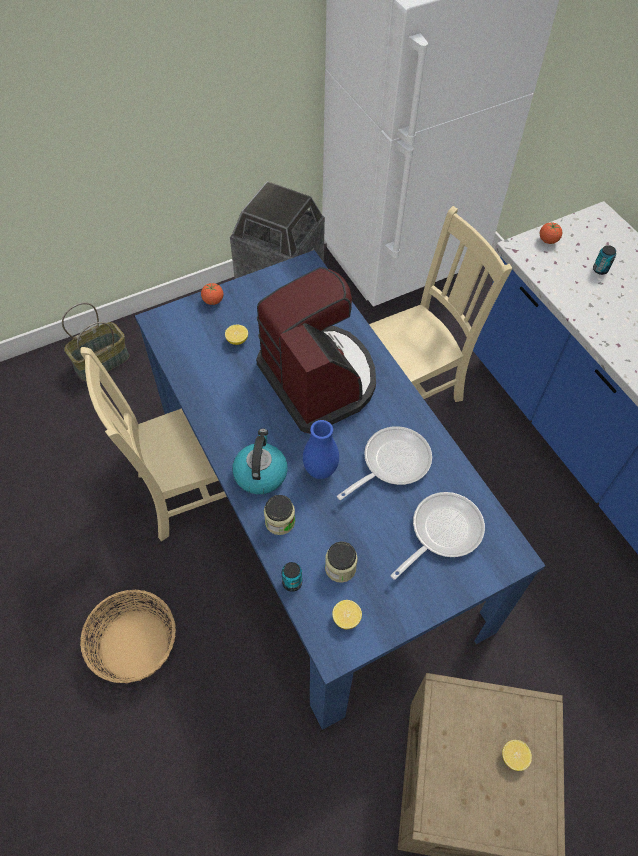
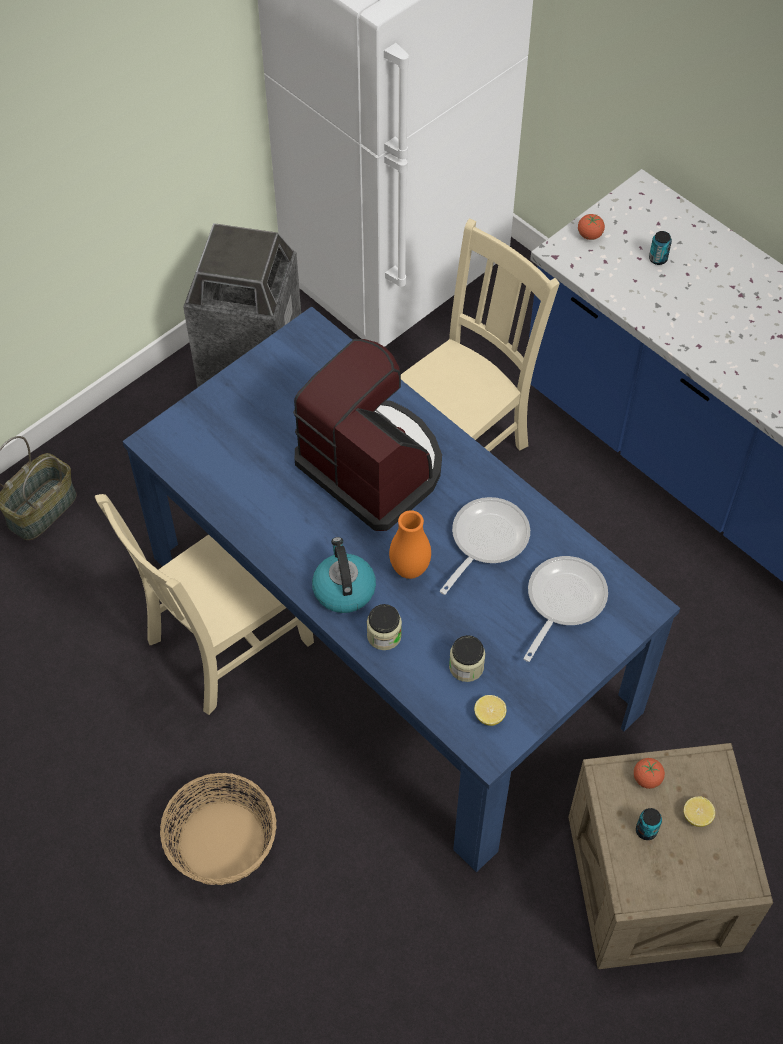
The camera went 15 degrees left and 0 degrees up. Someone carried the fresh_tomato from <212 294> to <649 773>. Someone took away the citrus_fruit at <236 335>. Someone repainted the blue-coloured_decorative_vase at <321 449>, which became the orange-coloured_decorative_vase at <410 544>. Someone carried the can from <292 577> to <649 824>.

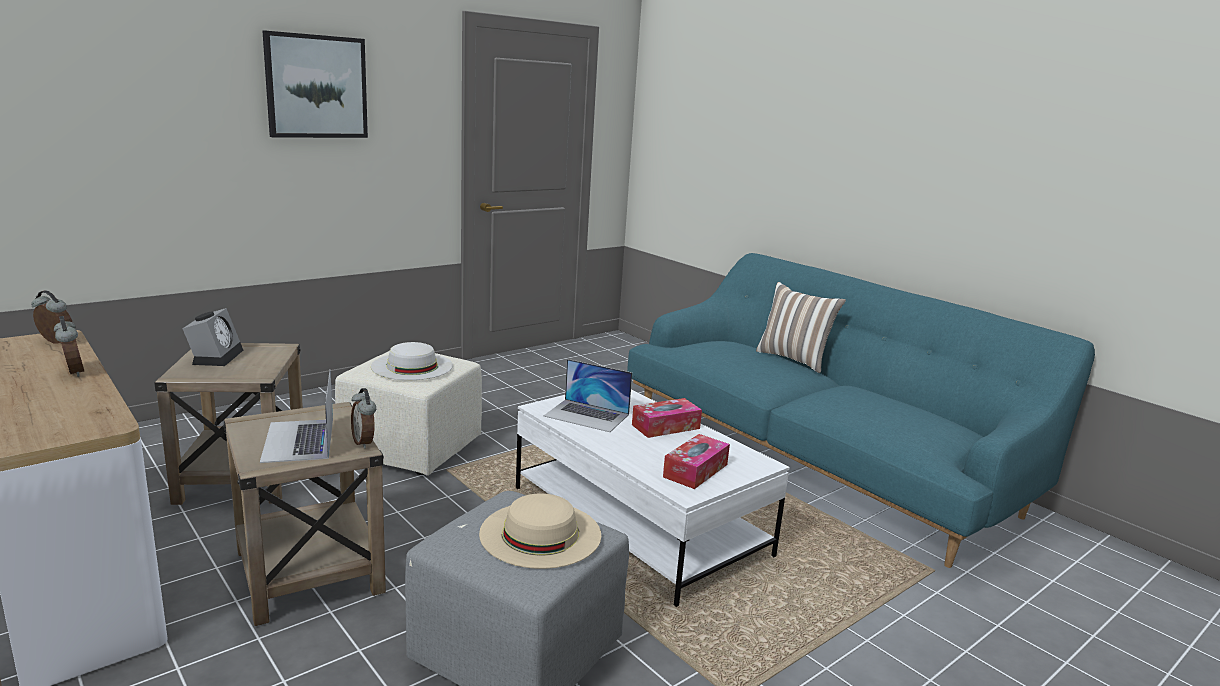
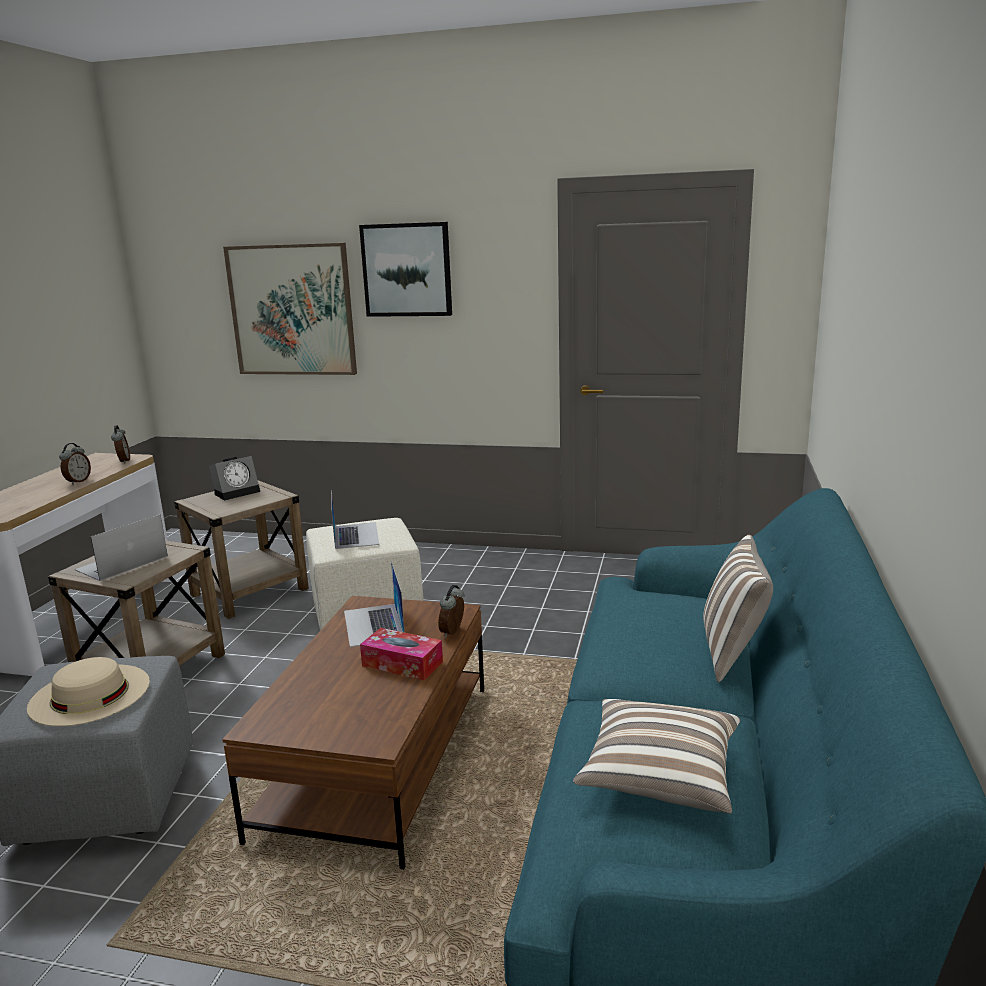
The camera went 55 degrees right and 0 degrees up. Someone swapped the whitish_wearable_hat at <412 361> for the laptop at <355 519>. Someone carried the table_clock from <363 418> to <451 611>. Someone repainted the whitish_coffee_table at <653 498>, which became the brownish_coffee_table at <353 733>. Someone took away the box_of_tissues at <696 461>. Someone put up the wall_art at <290 309>. Someone put down the throw_pillow at <656 756>.

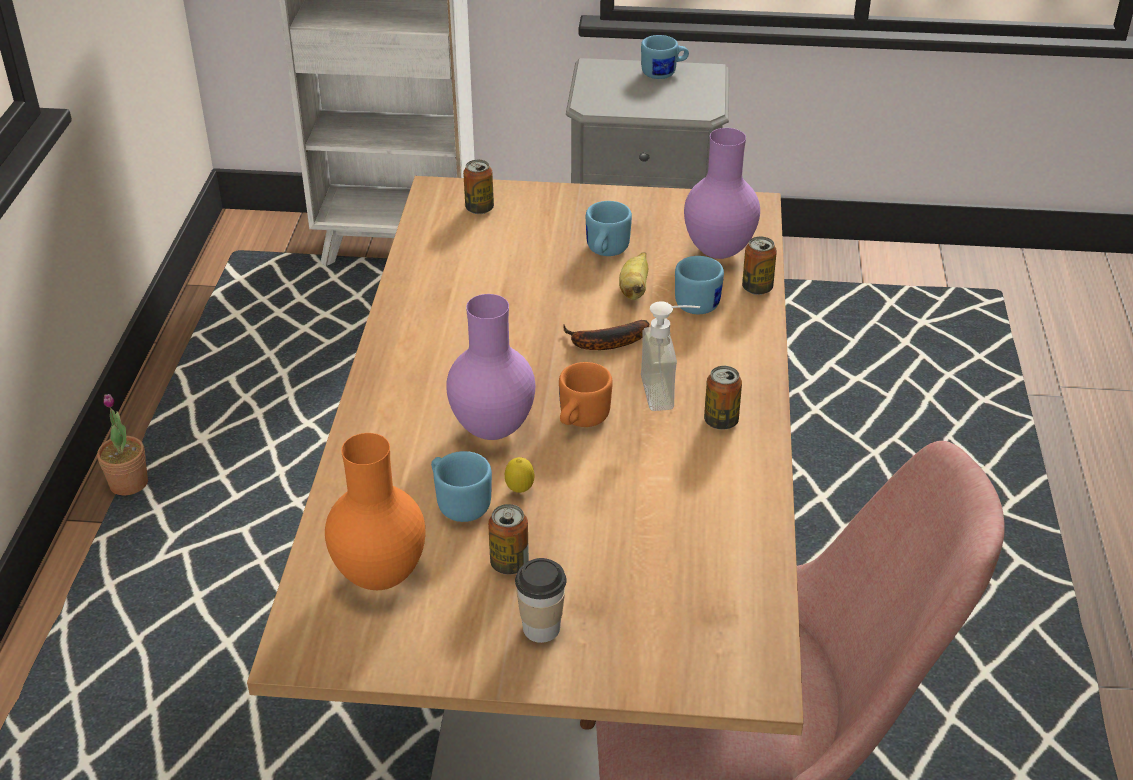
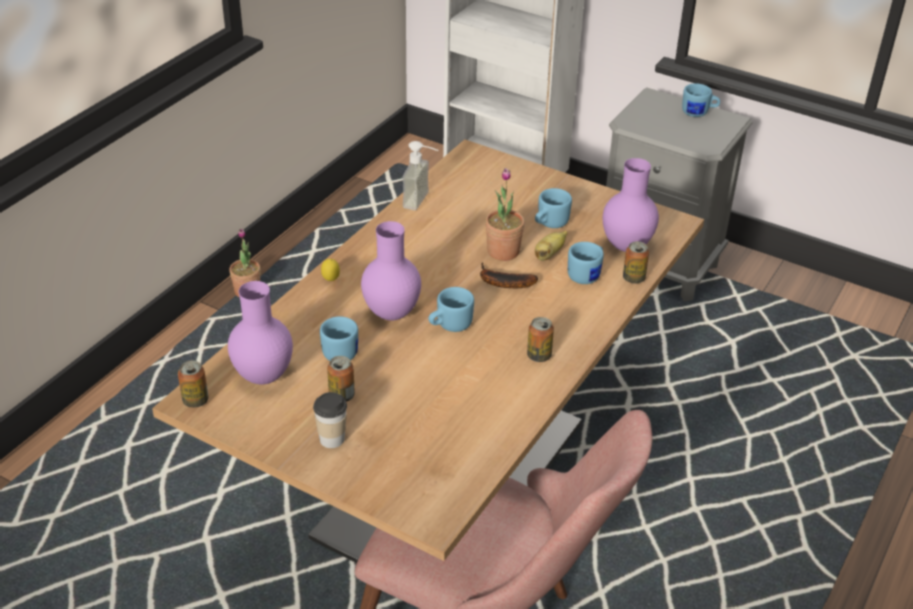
The camera went 25 degrees right and 0 degrees up. Someone carried the can from <478 187> to <193 384>. Someone carried the soap_dispenser from <670 356> to <420 175>. Someone repainted the orange-coloured_coffee_mug at <586 394>, which became the blue-coloured_coffee_mug at <451 309>. Someone repainted the orange-coloured_decorative_vase at <375 511>, which became the purplish_decorative_vase at <260 333>. Someone carried the citrus_fruit from <519 475> to <330 270>. Someone put down the houseplant at <505 214>.

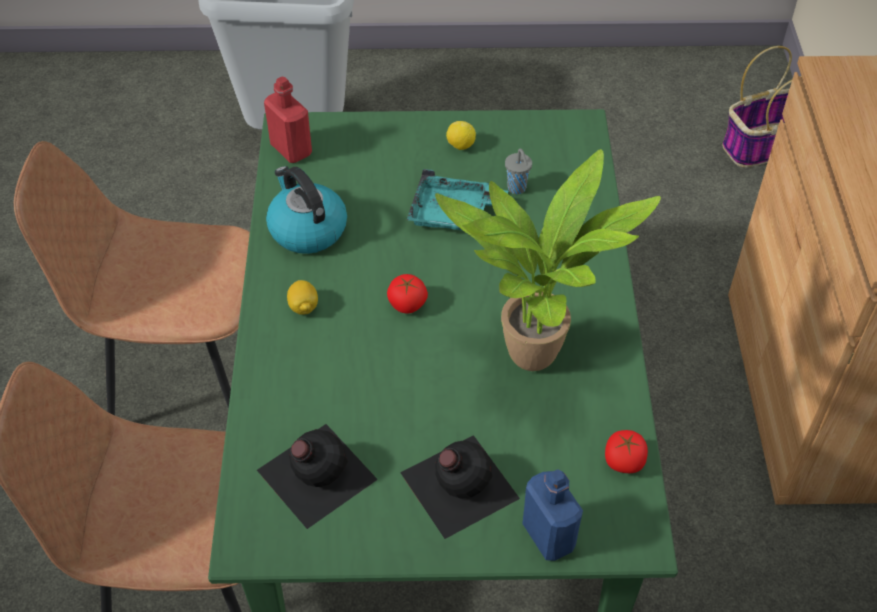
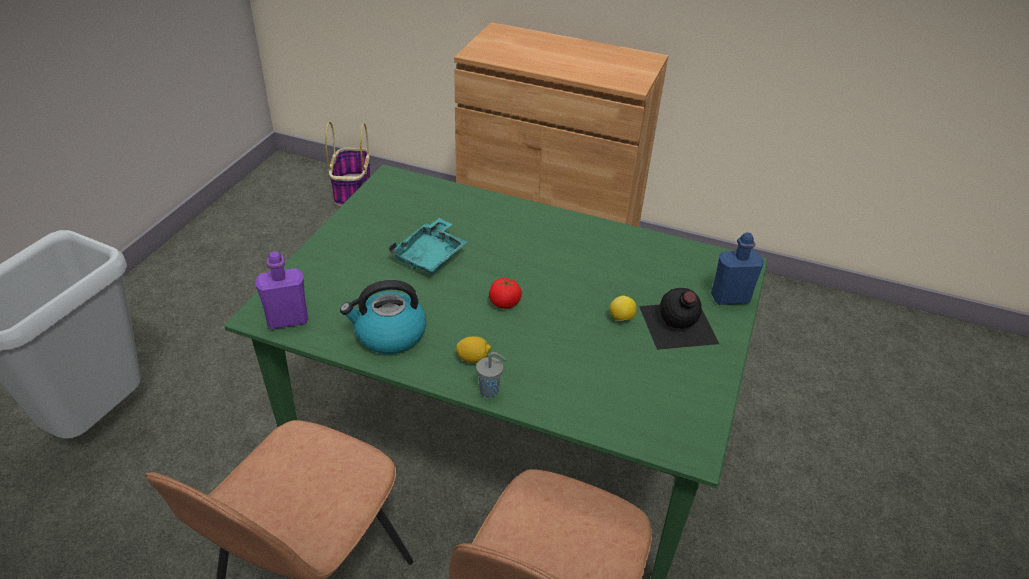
The camera went 70 degrees left and 10 degrees down. Someone repainted the reddish_bottle at <288 120>, which became the purplish_bottle at <281 290>. Someone carried the citrus_fruit from <461 135> to <623 308>. Someone took away the houseplant at <548 260>. Someone carried the grey_cup from <518 171> to <491 374>. Someone took away the black-coloured_bottle at <317 476>. Someone took away the fresh_tomato at <626 451>.

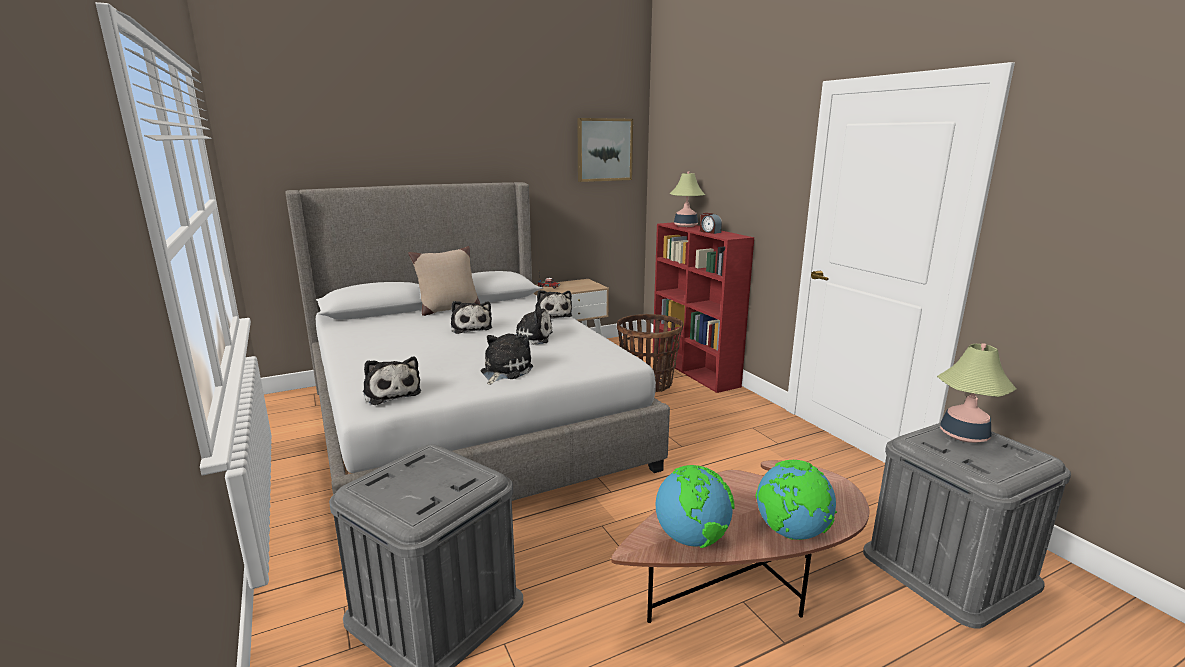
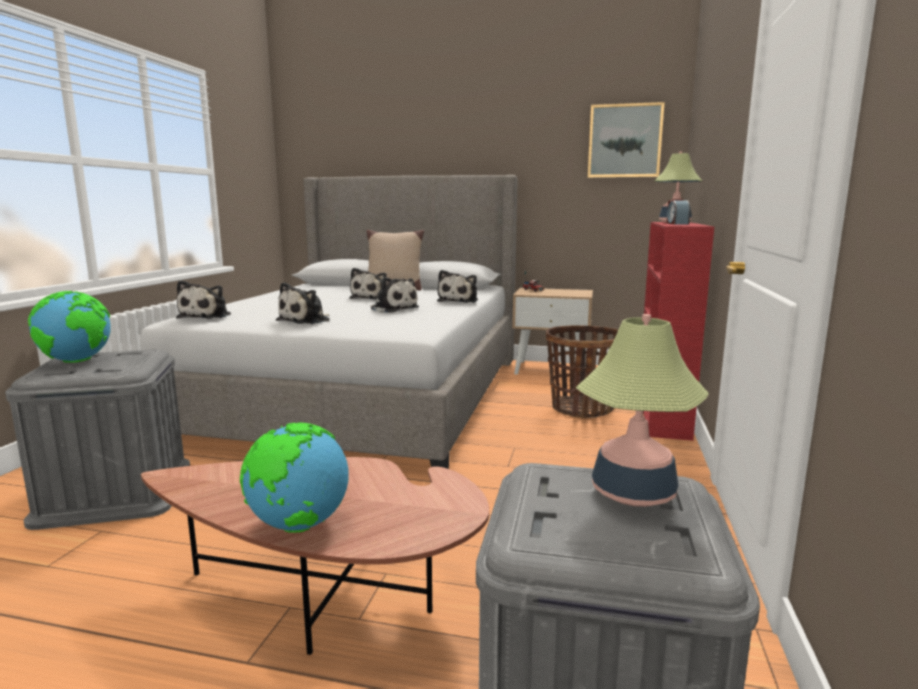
The camera went 40 degrees right and 5 degrees down. Someone rotated the cuddly_toy at <507 359> by 150 degrees clockwise. Someone carried the desk_globe from <695 506> to <69 327>.

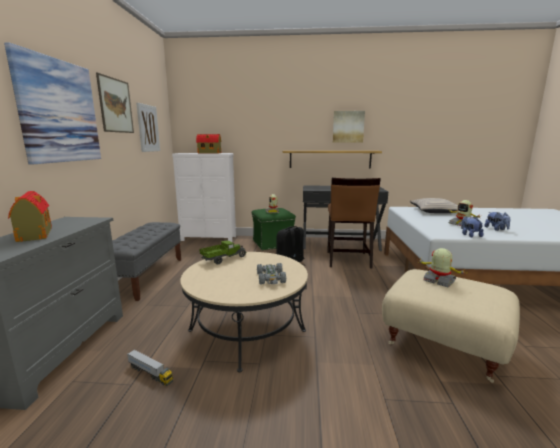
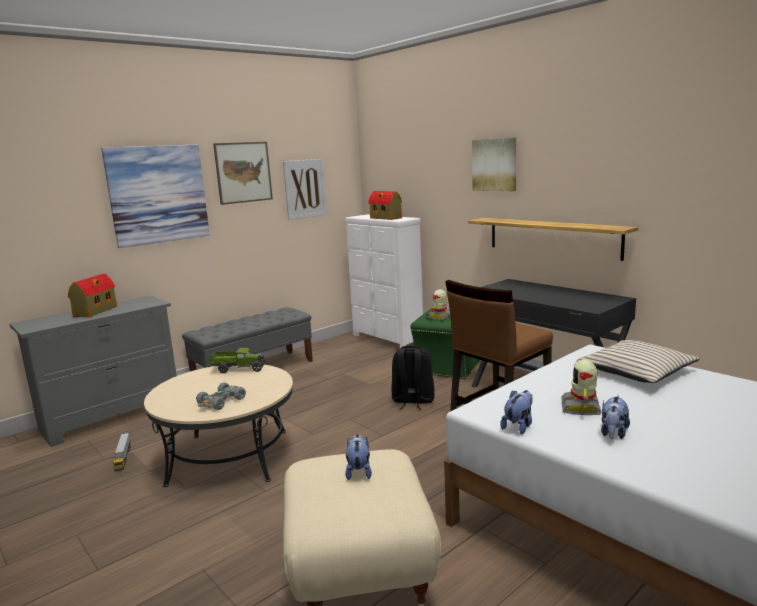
The camera went 45 degrees right and 0 degrees up. Someone carried the wall_art from <349 127> to <494 164>. Someone swapped the robot_figure at <442 267> for the cuddly_toy at <358 457>.

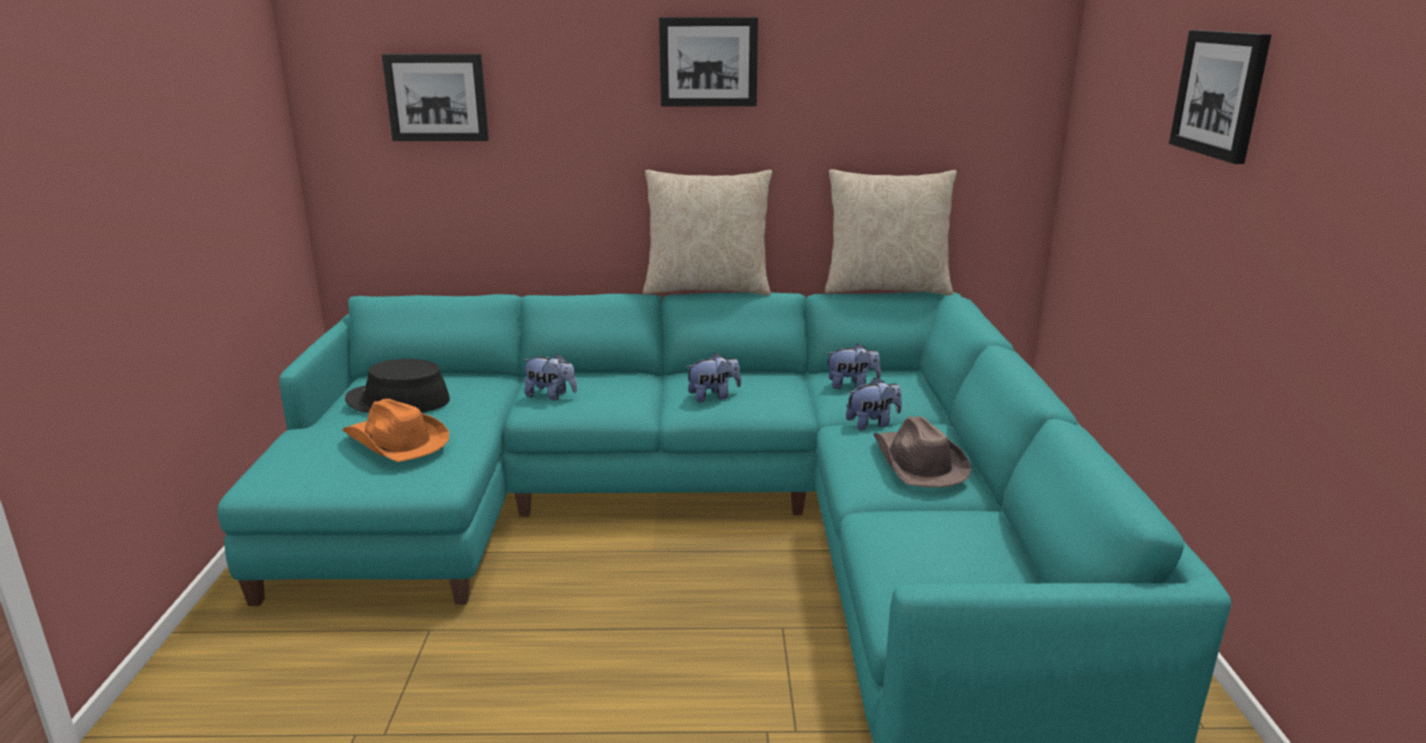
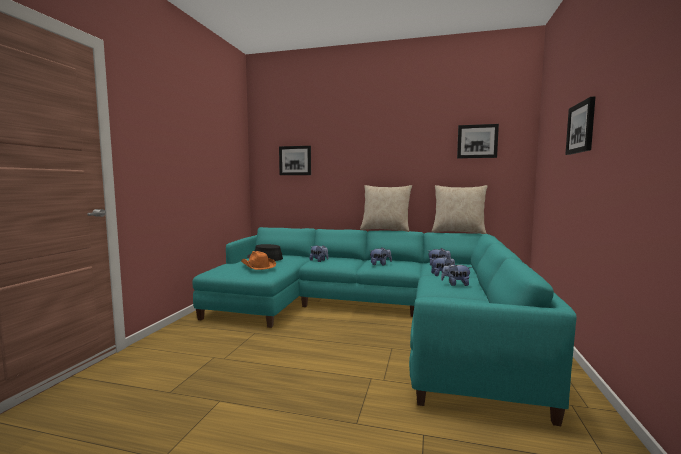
The camera went 15 degrees right and 15 degrees down. Someone carried the wall_art from <708 61> to <478 141>. Someone swapped the brownish_wearable_hat at <922 451> for the cuddly_toy at <456 274>.

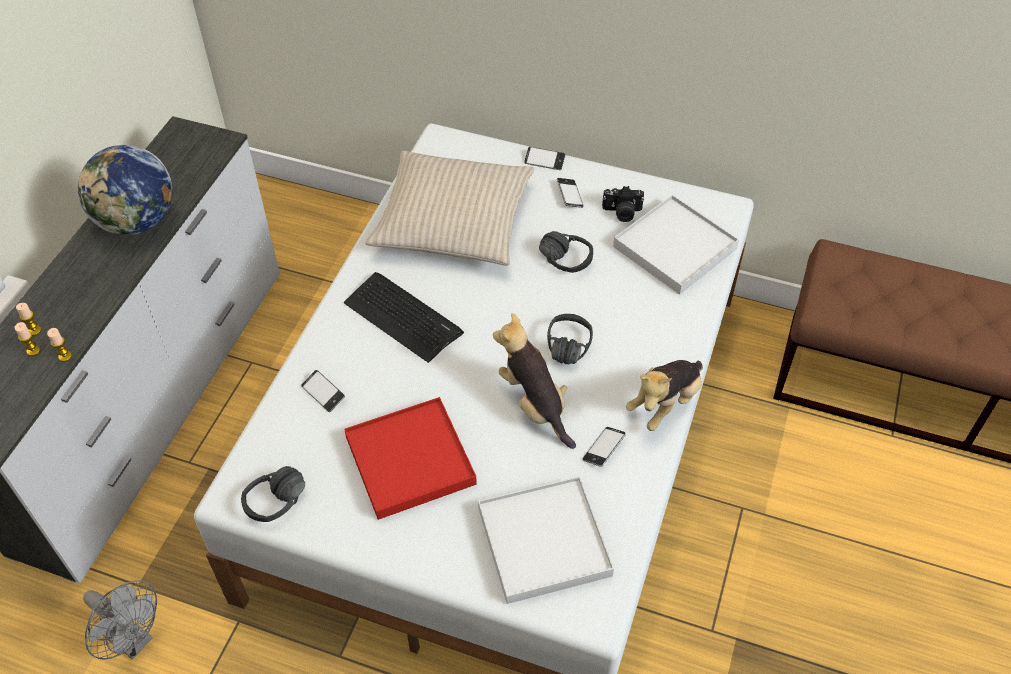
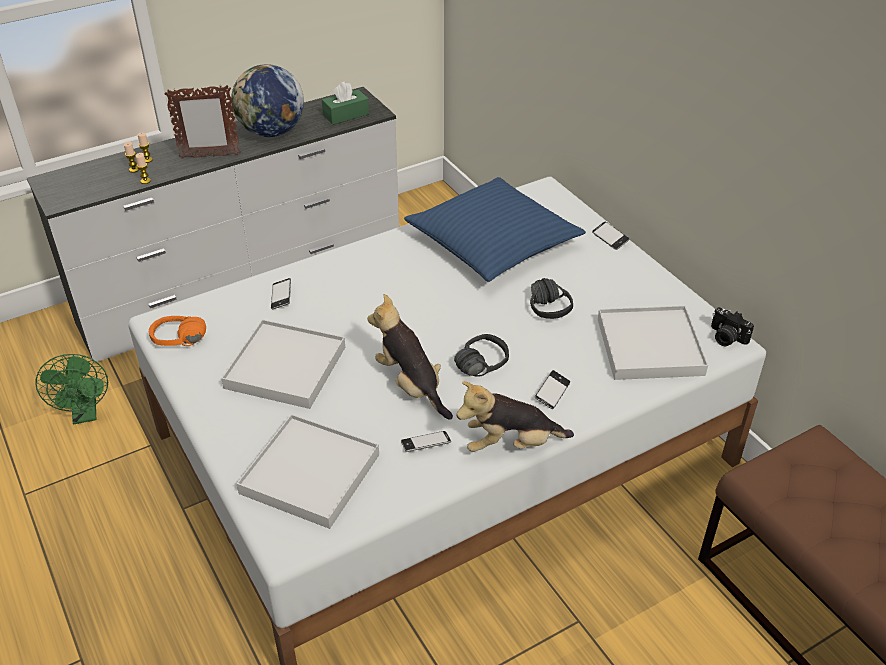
The camera went 40 degrees right and 10 degrees down. Someone repainted the beige-coloured_throw_pillow at <450 208>, which became the blue-coloured_throw_pillow at <495 229>. Someone carried the handset from <570 193> to <552 389>. Someone carried the photo_camera from <623 204> to <732 326>. Someone took away the PC_keyboard at <404 317>. Someone rotated the cuddly_toy at <534 381> by 45 degrees counterclockwise. Someone repainted the reddish_tray at <410 458>, which became the whitish_tray at <283 364>. Someone repainted the black-coloured_headset at <273 494>, which became the orange-coloured_headset at <177 331>. Someone repainted the grey_fan at <120 620>, which became the greenish_fan at <71 389>. Someone put down the greenish_box_of_tissues at <345 103>. Someone put down the standing_frame at <202 122>.

